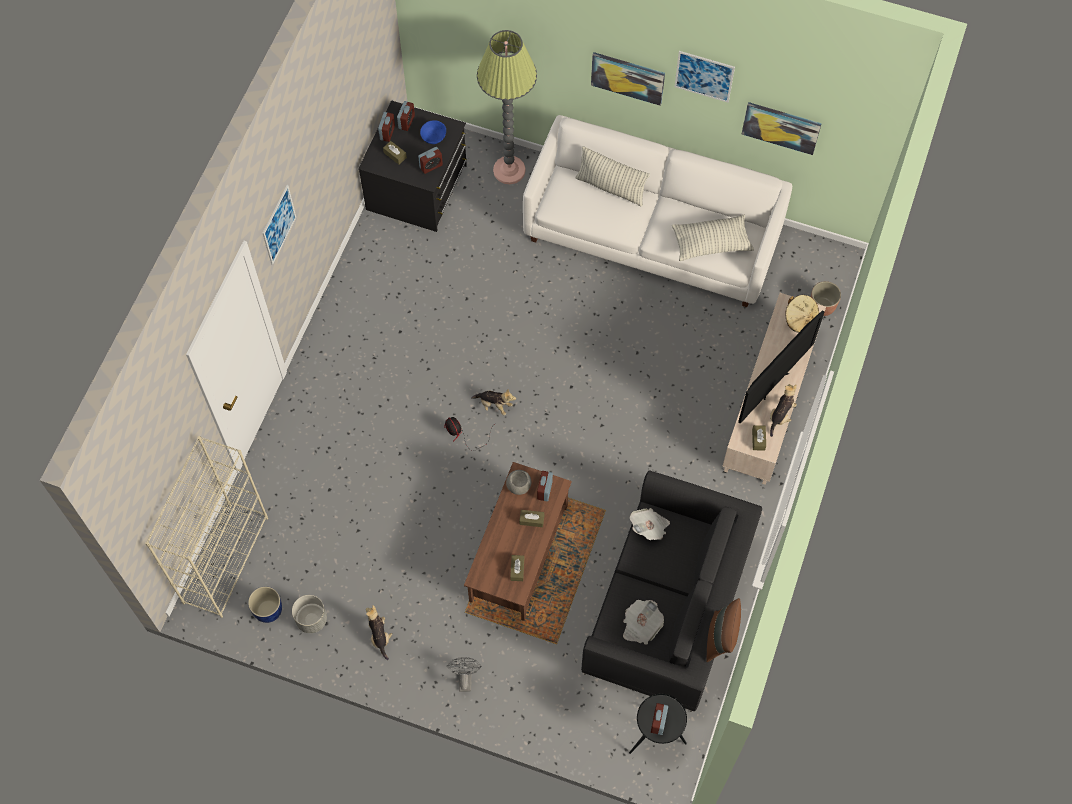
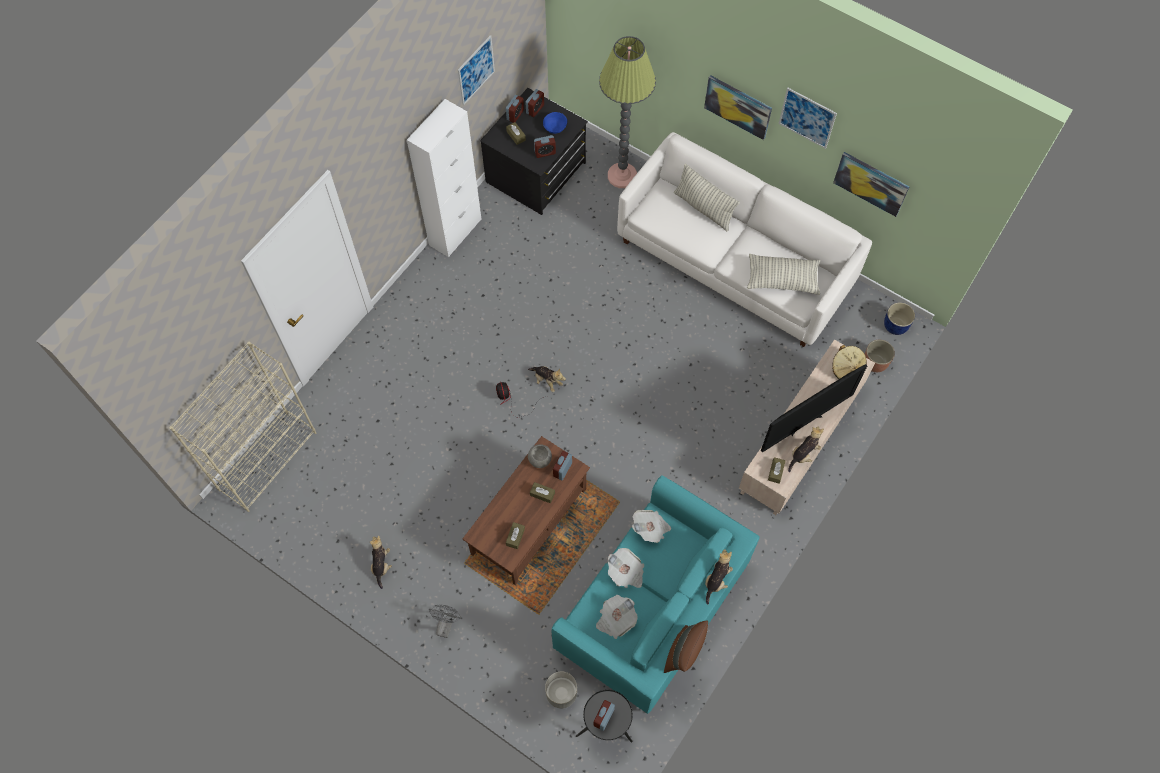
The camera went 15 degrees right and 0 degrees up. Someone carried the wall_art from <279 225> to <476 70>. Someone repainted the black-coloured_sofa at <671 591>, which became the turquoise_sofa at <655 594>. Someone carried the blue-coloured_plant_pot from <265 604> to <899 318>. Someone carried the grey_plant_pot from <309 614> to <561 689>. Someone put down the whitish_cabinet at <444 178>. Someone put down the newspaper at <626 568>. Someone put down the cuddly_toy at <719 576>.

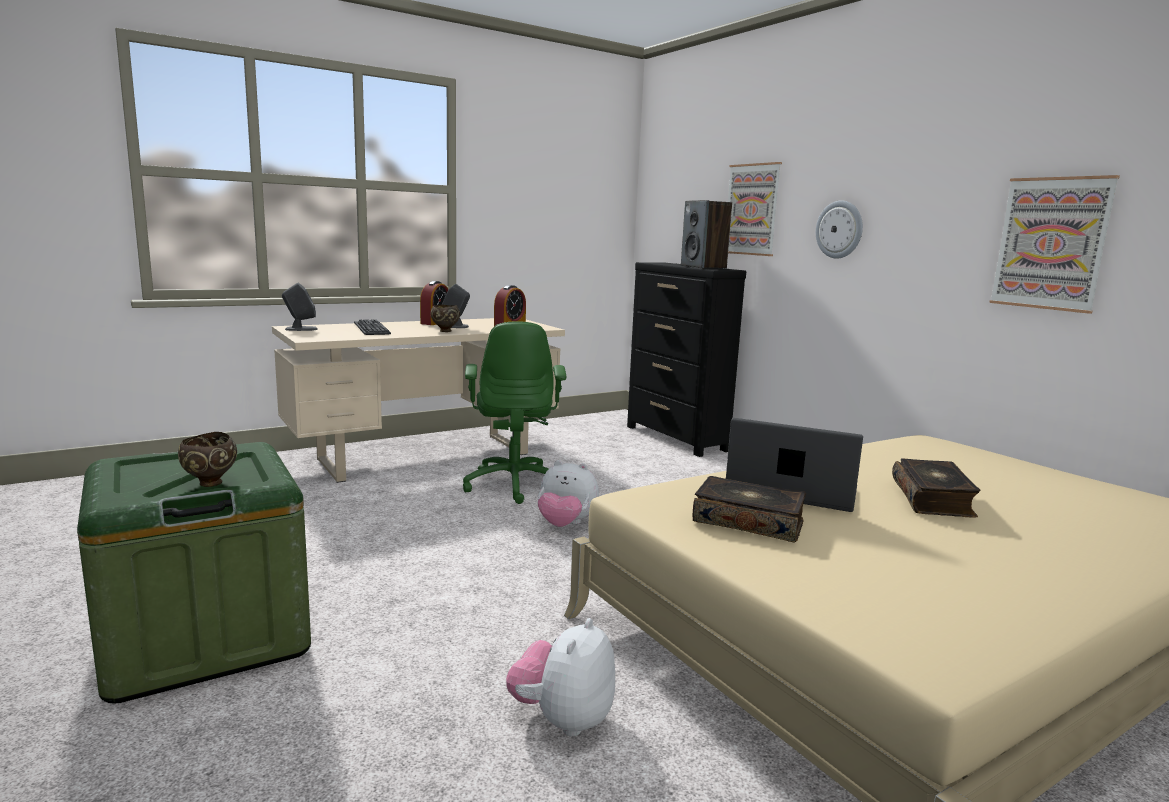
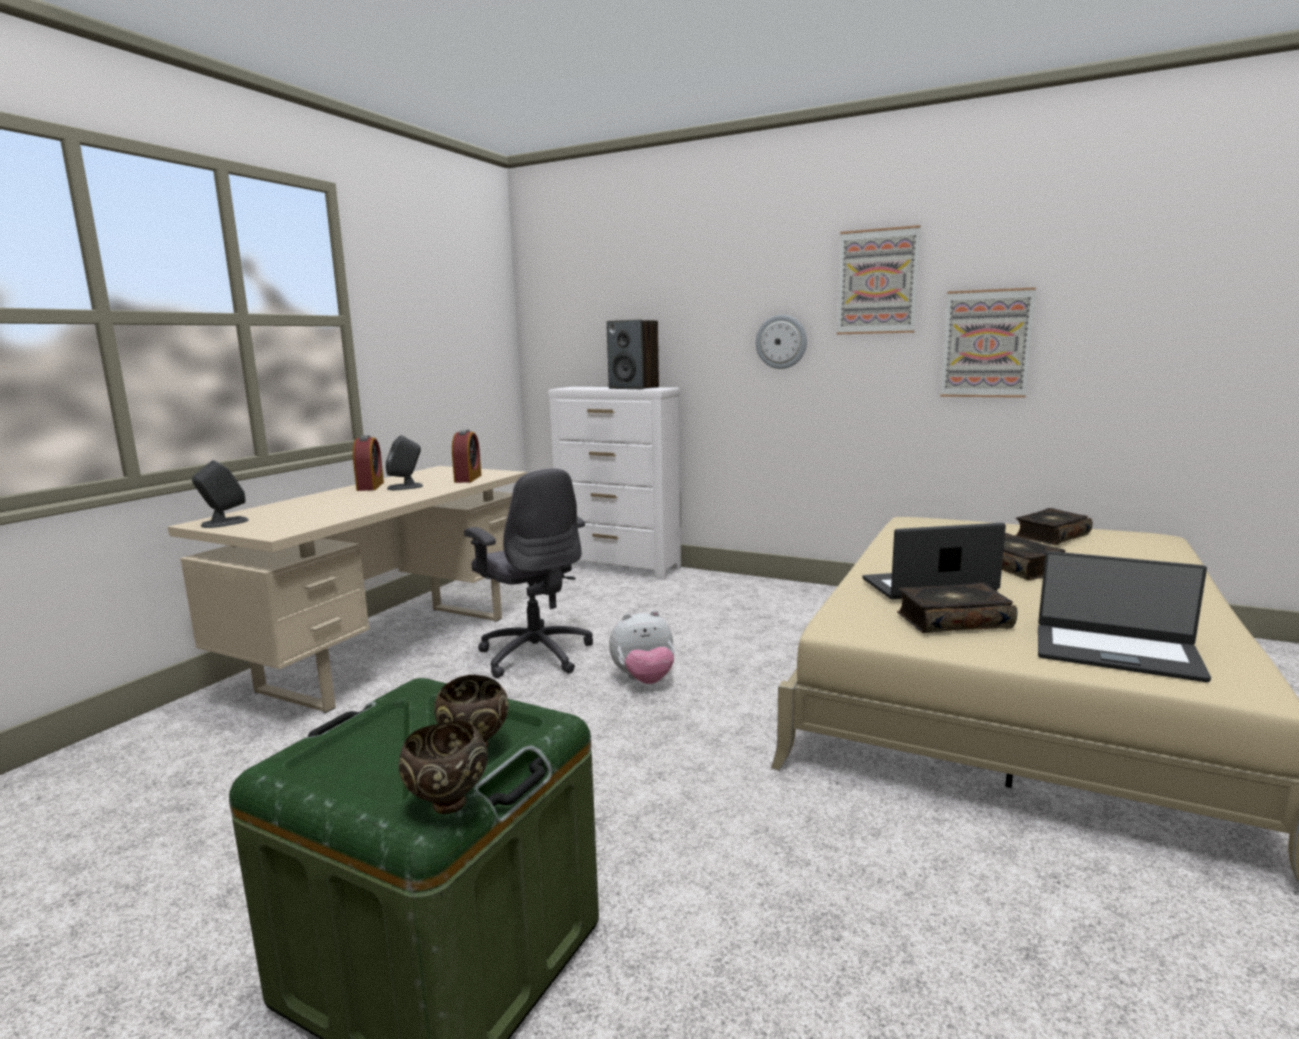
The camera went 30 degrees left and 0 degrees up. Someone carried the wall_art from <755 209> to <879 279>. Someone repainted the black-coloured_drawer_chest at <686 359>, which became the whitish_drawer_chest at <614 483>. Someone carried the brownish_serving_bowl from <445 318> to <443 767>. Someone took away the PC_keyboard at <372 327>. Someone repainted the greenish_office_chair at <514 412>, which became the grey_office_chair at <528 573>. Someone took away the cuddly_toy at <560 677>. Someone put down the volume at <1053 526>. Someone put down the laptop at <1124 616>.

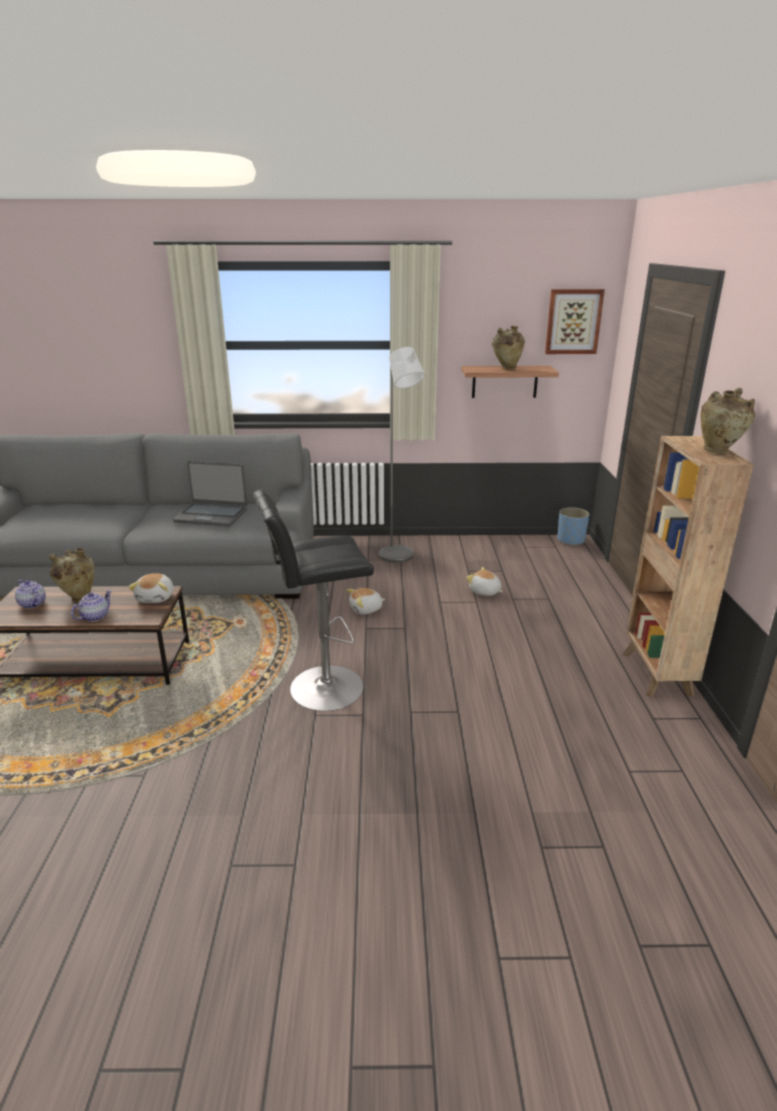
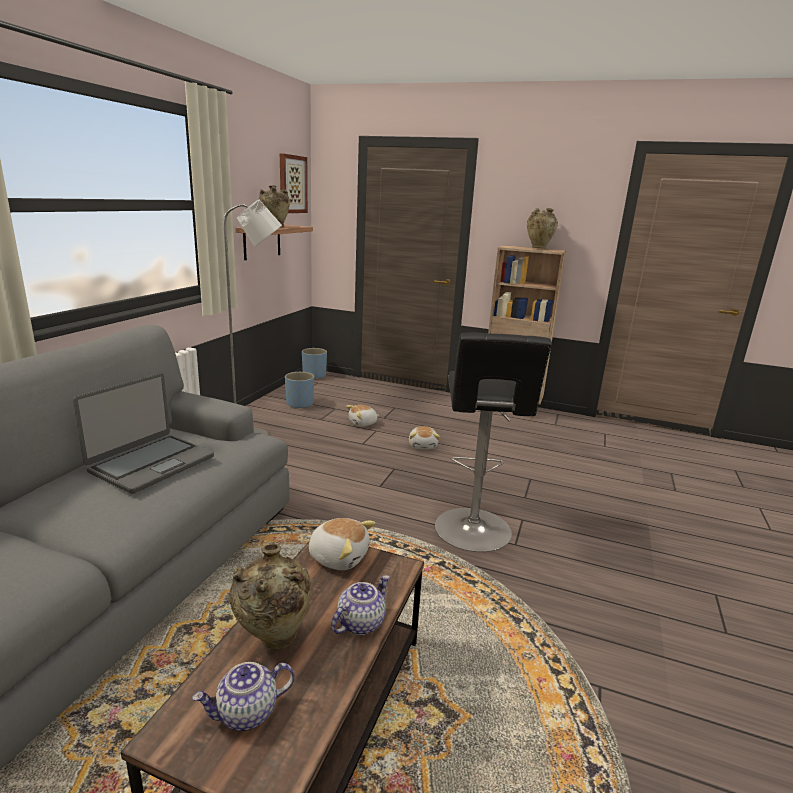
The camera went 70 degrees left and 5 degrees down. Someone carried the cuddly_toy from <366 601> to <424 438>. Someone rotated the tea_pot at <91 606> by 75 degrees clockwise. Someone put down the blue-coloured_plant_pot at <299 390>.

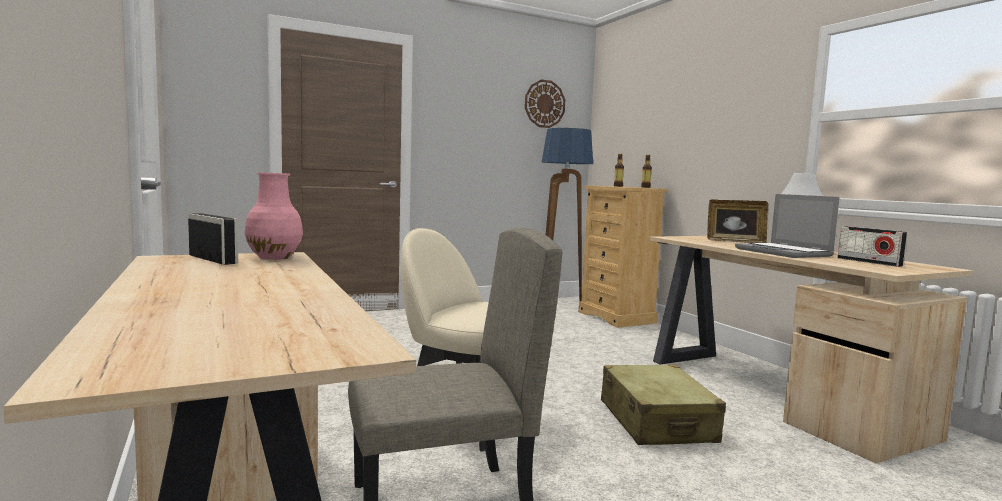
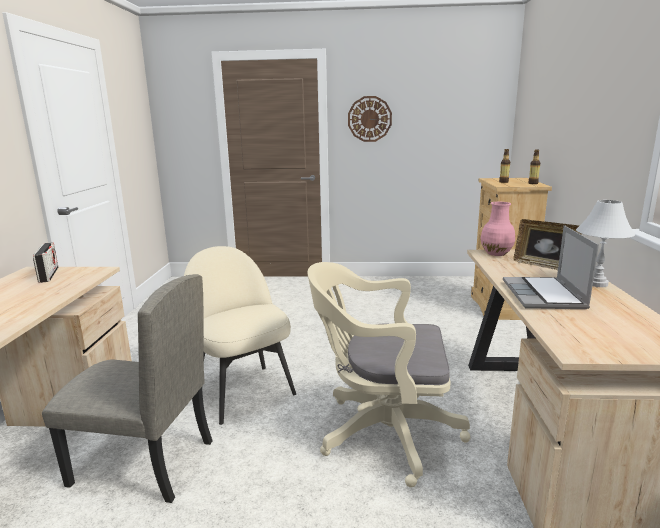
The camera went 30 degrees right and 10 degrees up. Someone carried the hanging_clock from <545 104> to <370 119>. Someone took away the standard_lamp at <567 214>. Someone carried the pink_decorative_vase from <274 216> to <498 229>. Someone took away the radio_set at <872 246>. Someone swapped the beige-coloured_suitcase at <663 404> for the beige-coloured_office_chair at <389 374>.

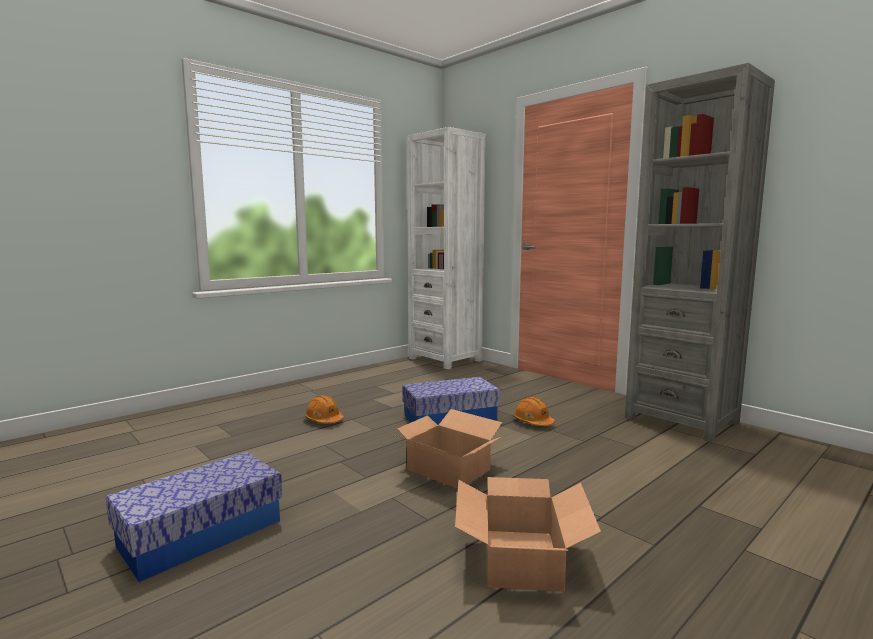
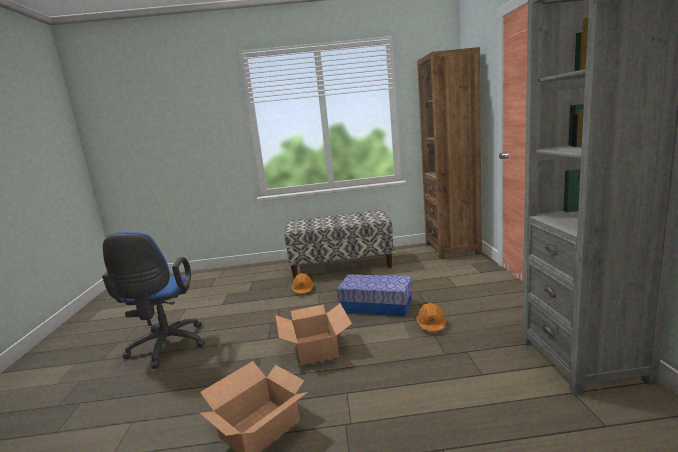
The camera went 40 degrees right and 5 degrees up. Someone repainted the whitish_shelving_unit at <446 248>, which became the brownish_shelving_unit at <449 153>. Someone swapped the storage_container at <194 517> for the blue-coloured_office_chair at <153 300>. Someone put down the bench at <339 244>.

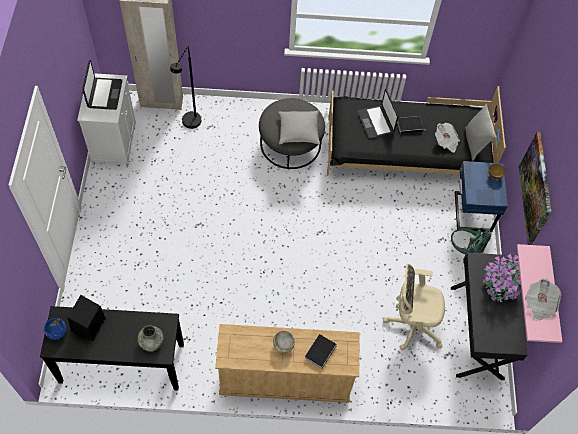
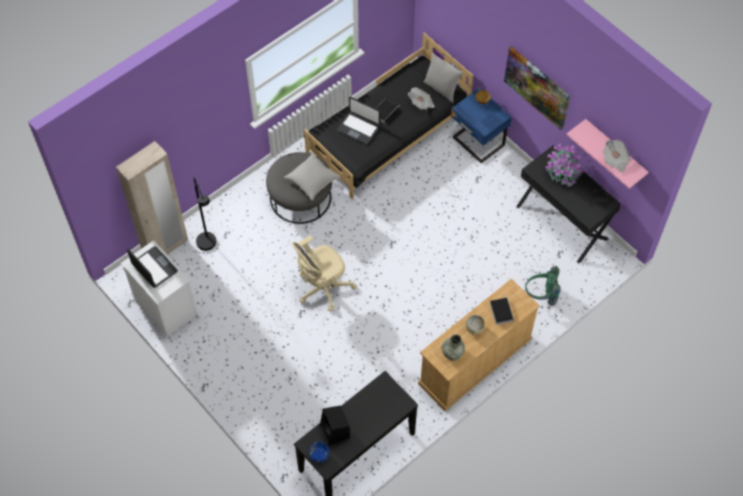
The camera went 40 degrees left and 0 degrees up. Someone carried the greenish_backpack from <471 245> to <543 286>. Someone carried the beige-coloured_office_chair from <414 306> to <324 274>. Someone carried the grey_decorative_vase from <150 338> to <453 347>.

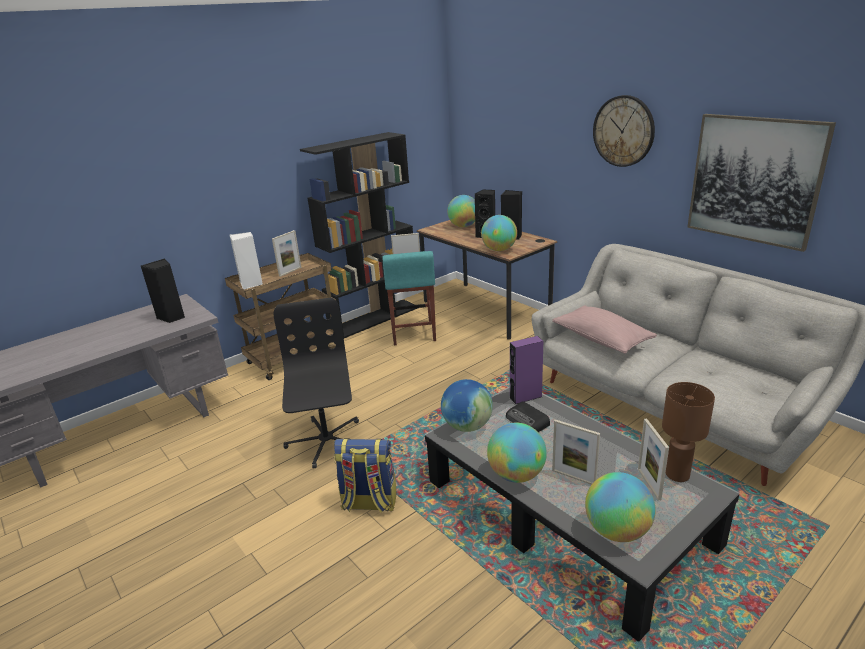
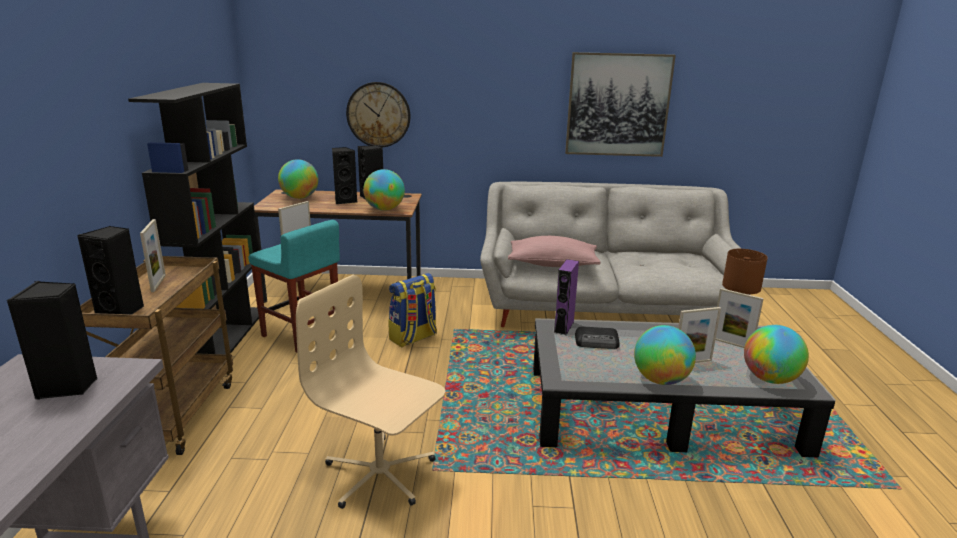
The camera went 50 degrees left and 5 degrees down. Someone carried the hanging_clock from <624 131> to <378 114>. Someone repainted the whitish_loudspeaker at <246 261>, which became the black-coloured_loudspeaker at <110 270>. Someone repainted the black-coloured_office_chair at <316 382>, which became the beige-coloured_office_chair at <370 392>. Someone took away the desk_globe at <467 405>. Someone carried the backpack from <365 475> to <412 310>.

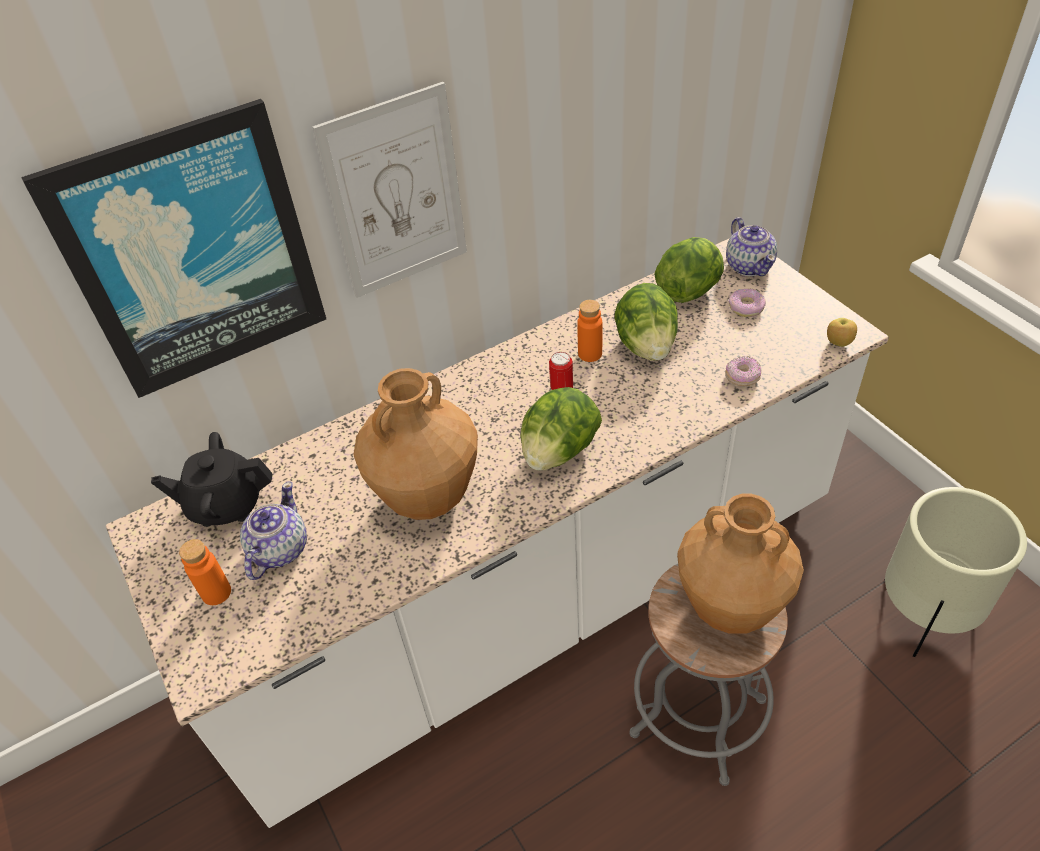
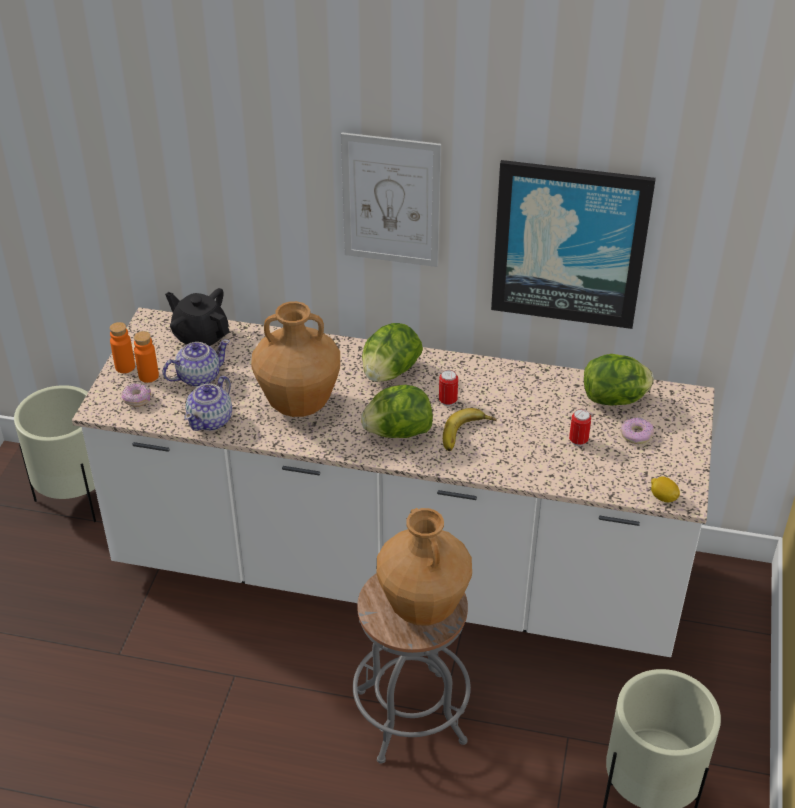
The camera went 40 degrees right and 5 degrees down. Someone carried the wall_art from <173 248> to <573 244>. Someone carried the tea_pot from <751 246> to <208 403>. Someone carried the lettuce from <646 322> to <392 352>. Someone carried the orange-coloured_bottle from <589 331> to <122 347>. Someone swapped the apple_fruit at <842 332> for the citrus_fruit at <665 489>. Someone carried the ring_doughnut from <743 371> to <136 395>. Someone put down the beige-coloured_plant_pot at <55 453>. Someone put down the whole_banana at <470 429>. Someone put down the can at <580 427>.

